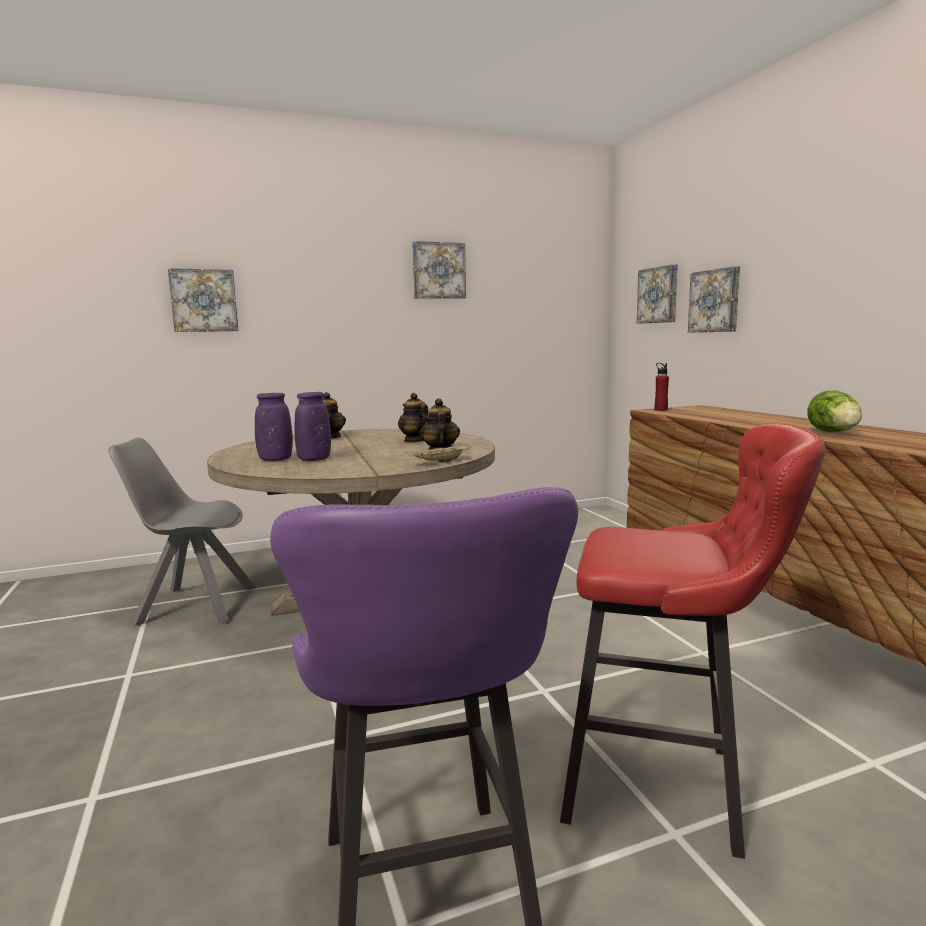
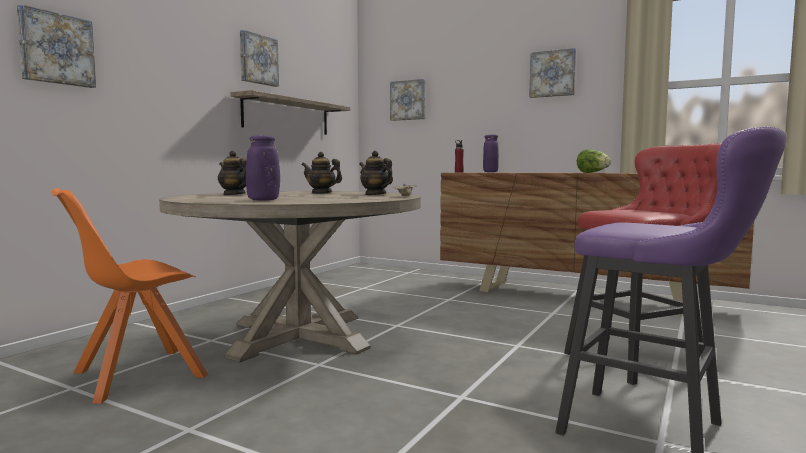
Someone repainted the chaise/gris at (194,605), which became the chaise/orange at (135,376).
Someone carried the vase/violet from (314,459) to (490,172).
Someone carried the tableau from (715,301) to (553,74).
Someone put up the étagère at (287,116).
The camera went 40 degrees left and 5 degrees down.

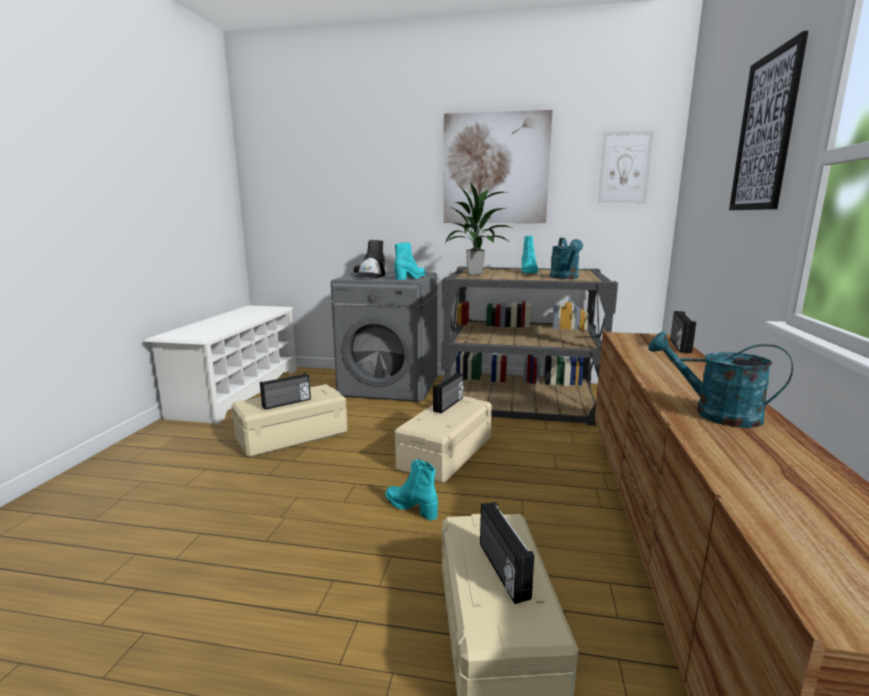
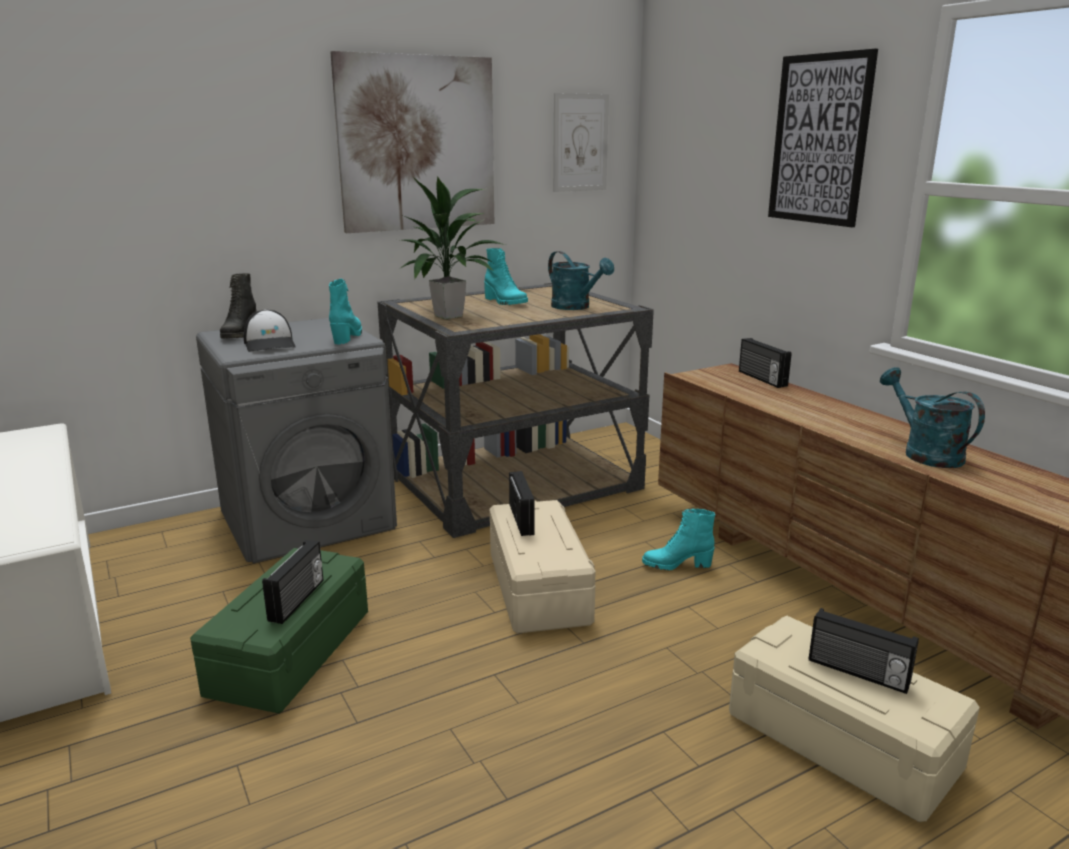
Someone repainted the boîte de rangement/beige at (292,435), which became the boîte de rangement/vert at (289,652).
Someone carried the botte/turquoise from (411,507) to (676,565).
Someone rotated the arrosoir/turquoise at (714,413) by 75 degrees clockwise.
The camera went 40 degrees left and 5 degrees up.

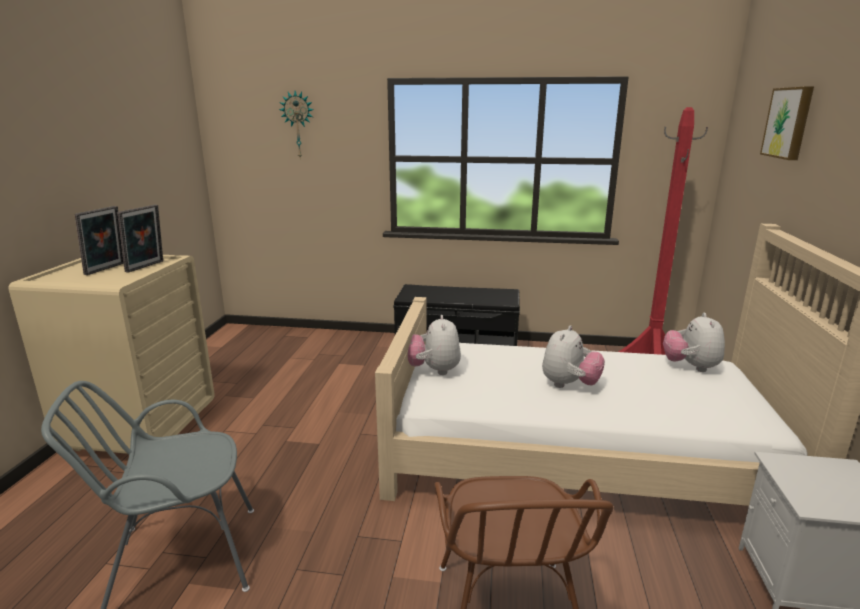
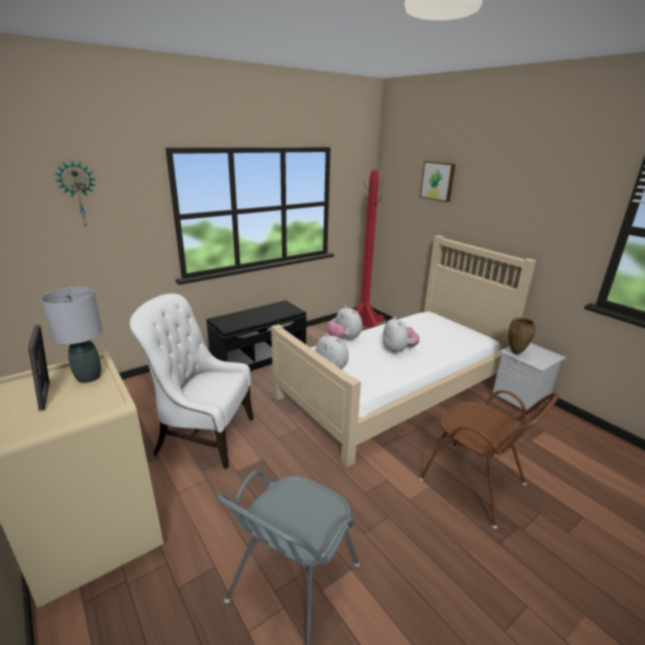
Someone swapped the cadre photo at (147,266) for the lampe de table/gris at (88,377).
Someone carried the peluche from (690,367) to (344,339).
Someone put down the chaise/blanc at (204,436).
Someone put down the vase/marron at (515,353).
The camera went 45 degrees left and 5 degrees up.

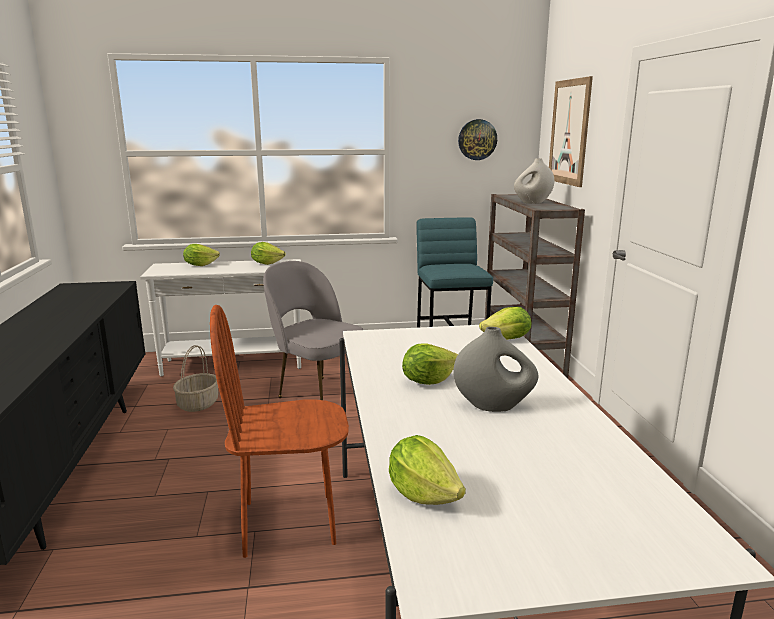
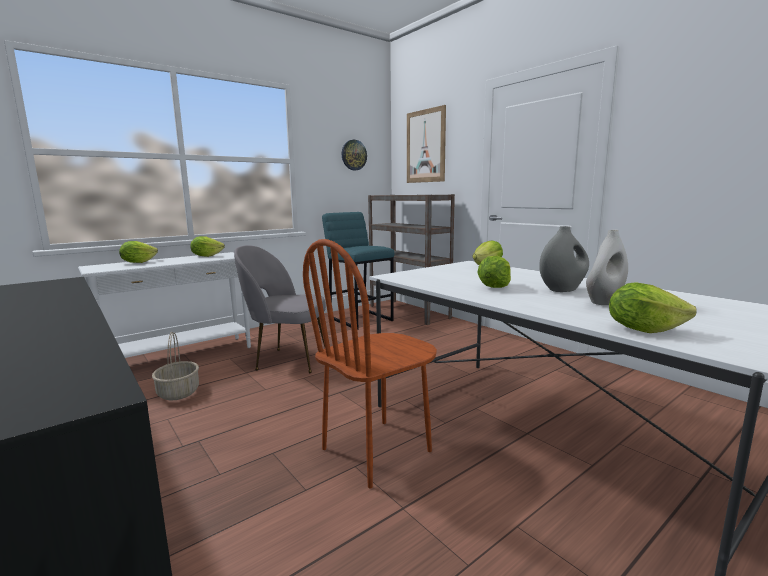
Someone carried the vase/blanc from (532,202) to (604,302).
The camera went 30 degrees left and 5 degrees down.

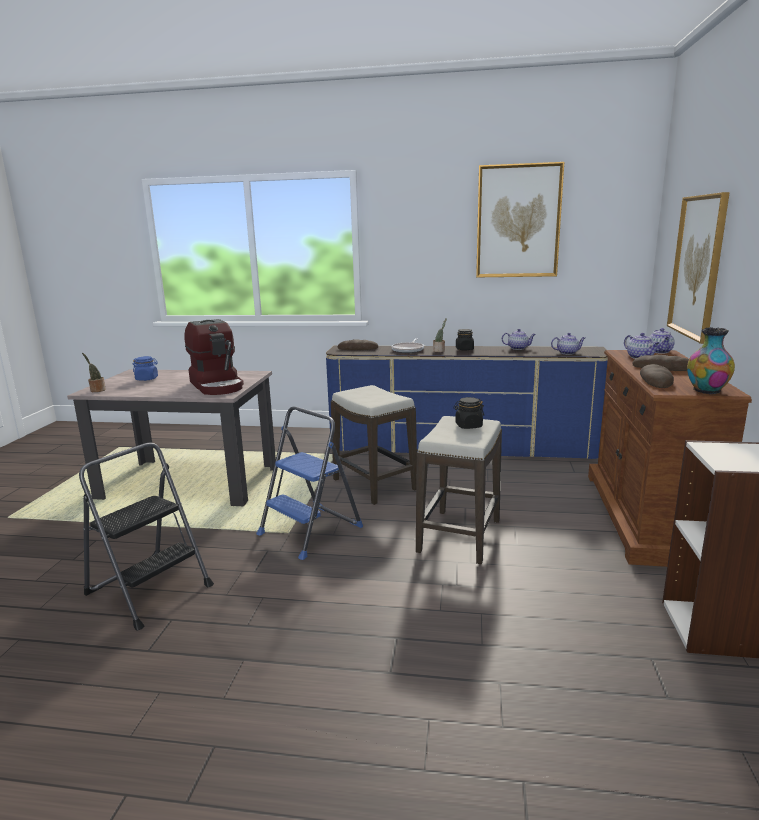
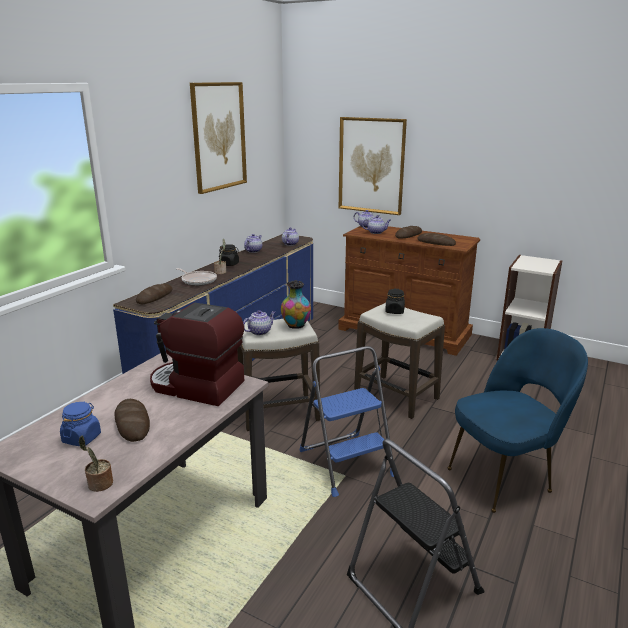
Someone rotated the machine à café at (218,385) by 150 degrees counterclockwise.
Someone carried the vase from (706,391) to (296,326).
Someone put down the pain at (132,423).
Someone put down the théière at (260,332).
Someone put down the chaise/bleu at (505,478).
The camera went 70 degrees left and 5 degrees up.

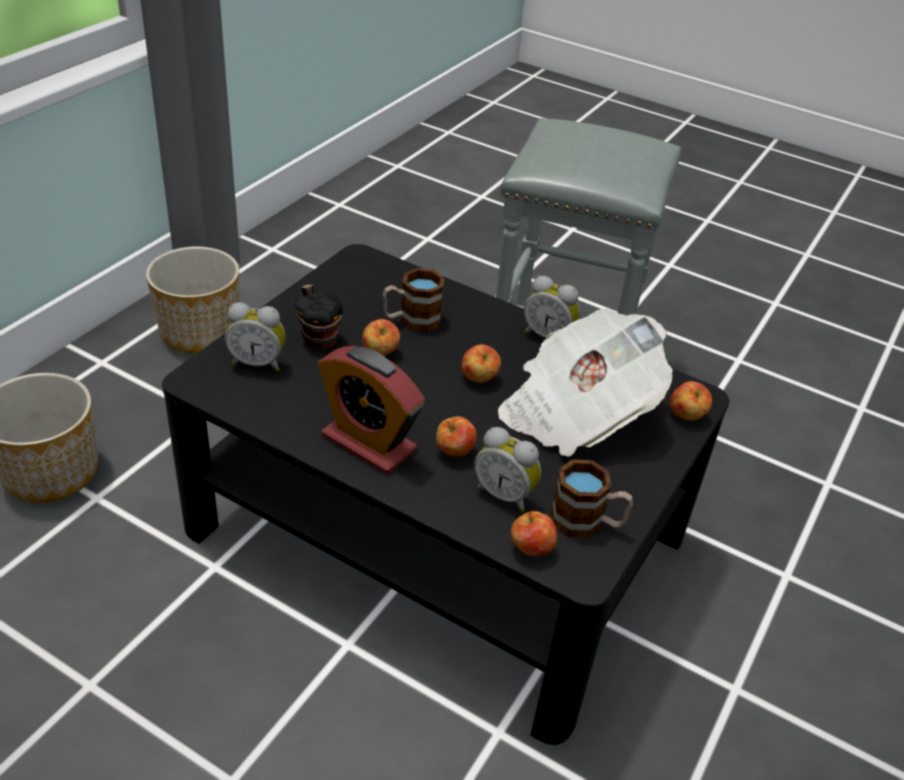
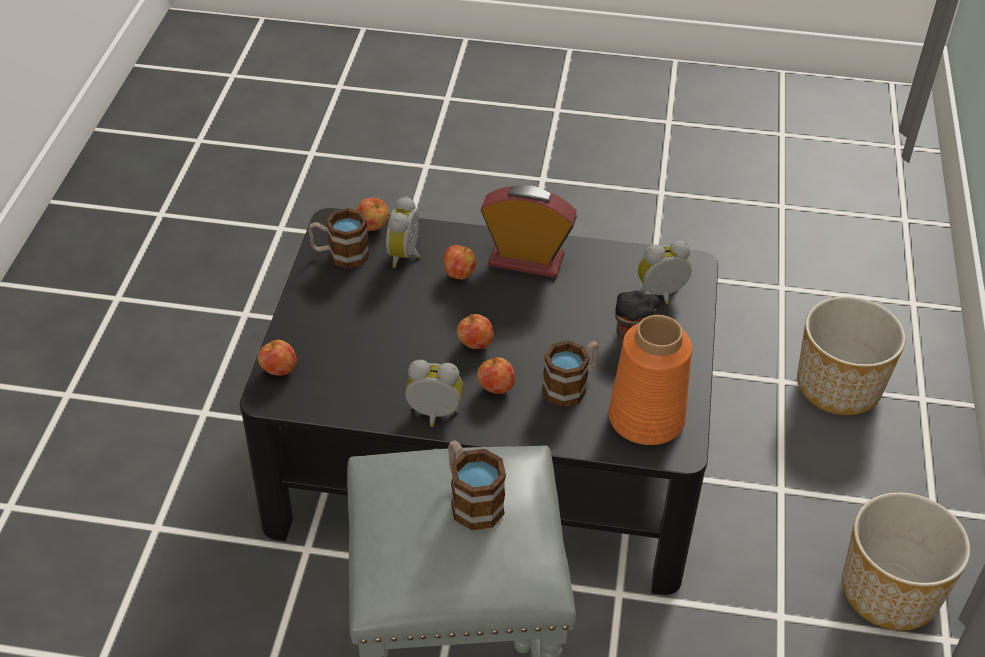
Someone carried the pomme from (380,353) to (495,388).
Someone rotated the réveil at (505,494) by 90 degrees counterclockwise.
Someone took away the journal at (576,412).
Someone put down the mug at (471,499).
Someone put down the vase/orange at (647,419).
The camera went 160 degrees right and 5 degrees up.

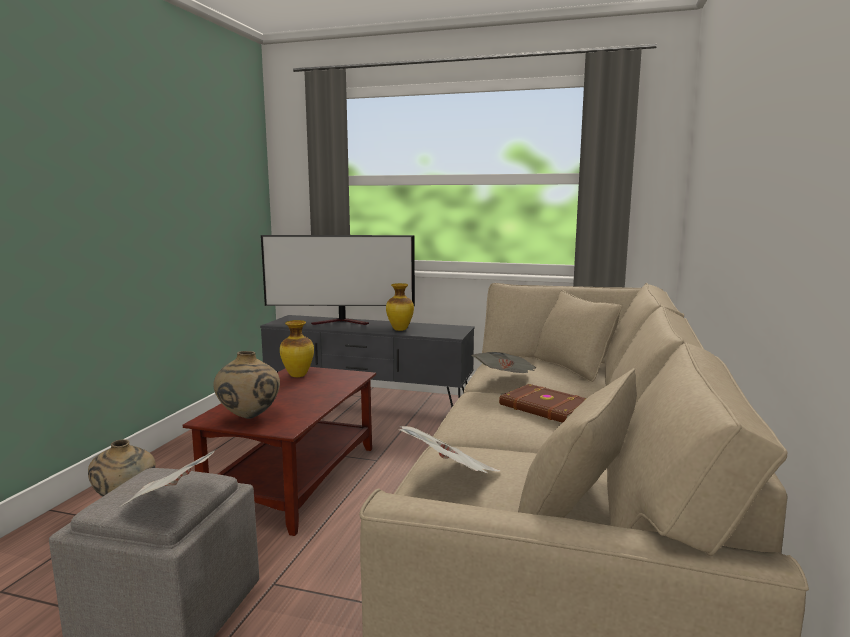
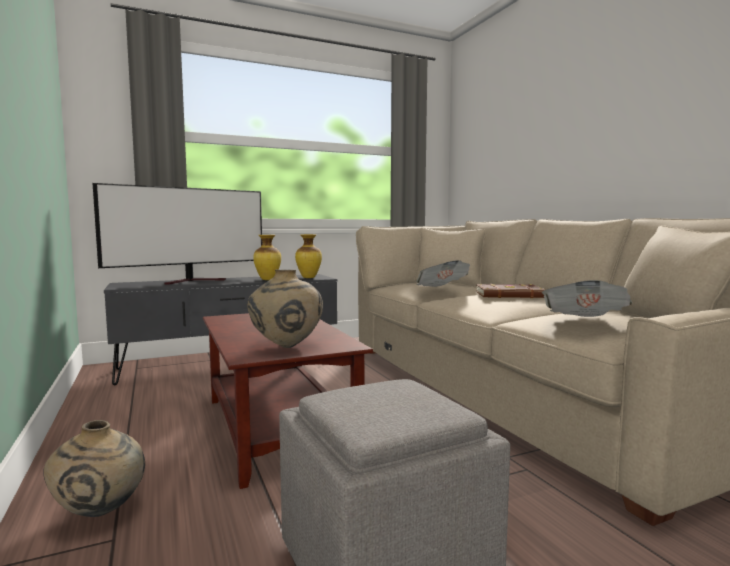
Someone took away the journal at (171,502).
Someone carried the vase from (298,375) to (309,277).
The camera went 40 degrees left and 5 degrees down.

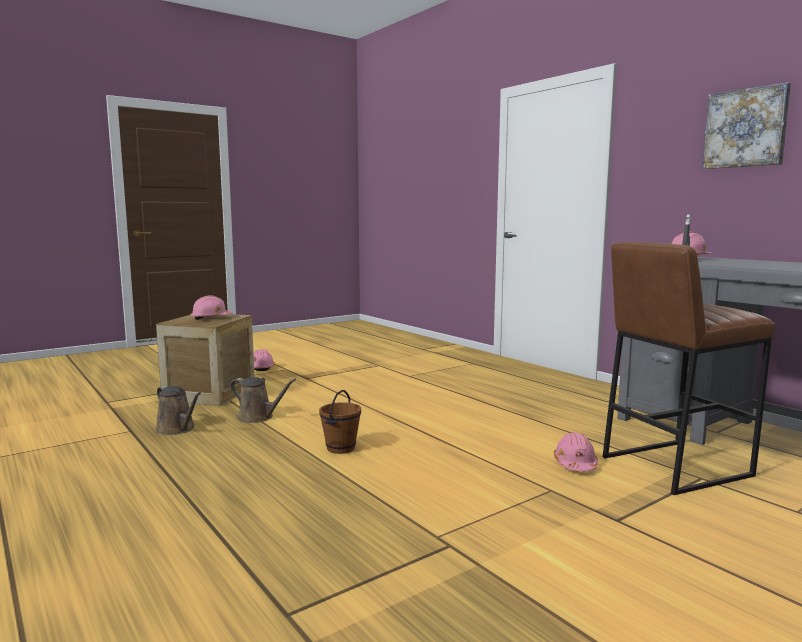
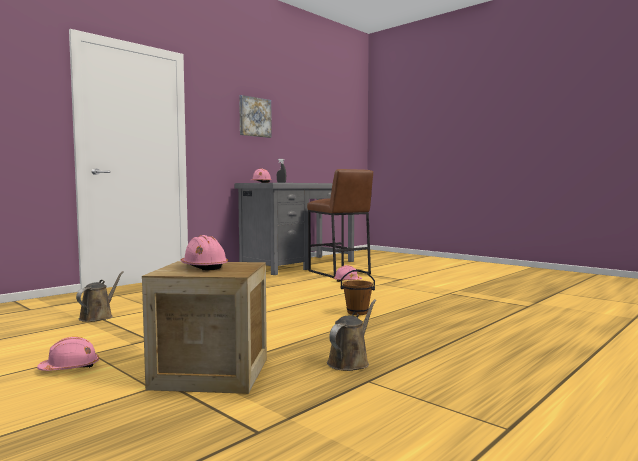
Someone carried the arrosoir/marron from (258,417) to (98,316).
The camera went 100 degrees left and 5 degrees down.

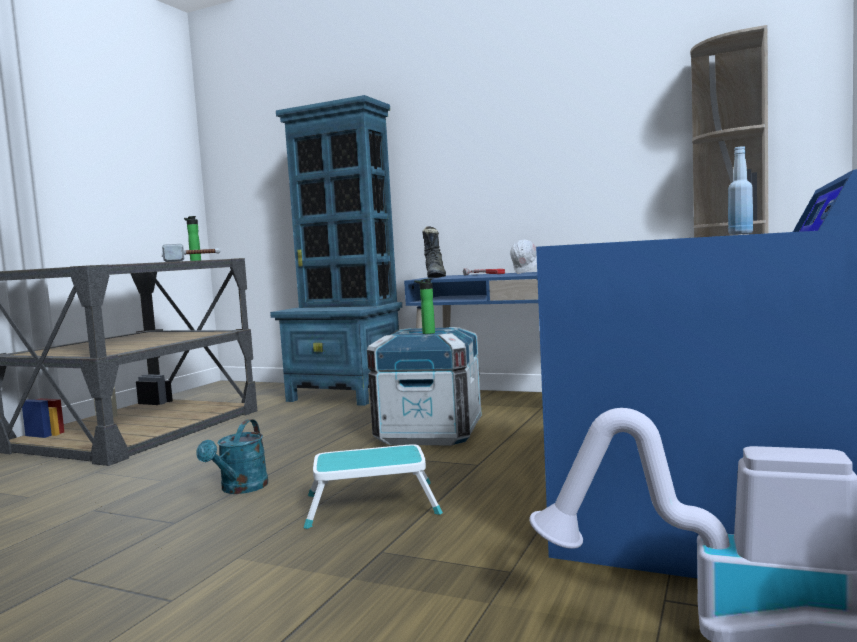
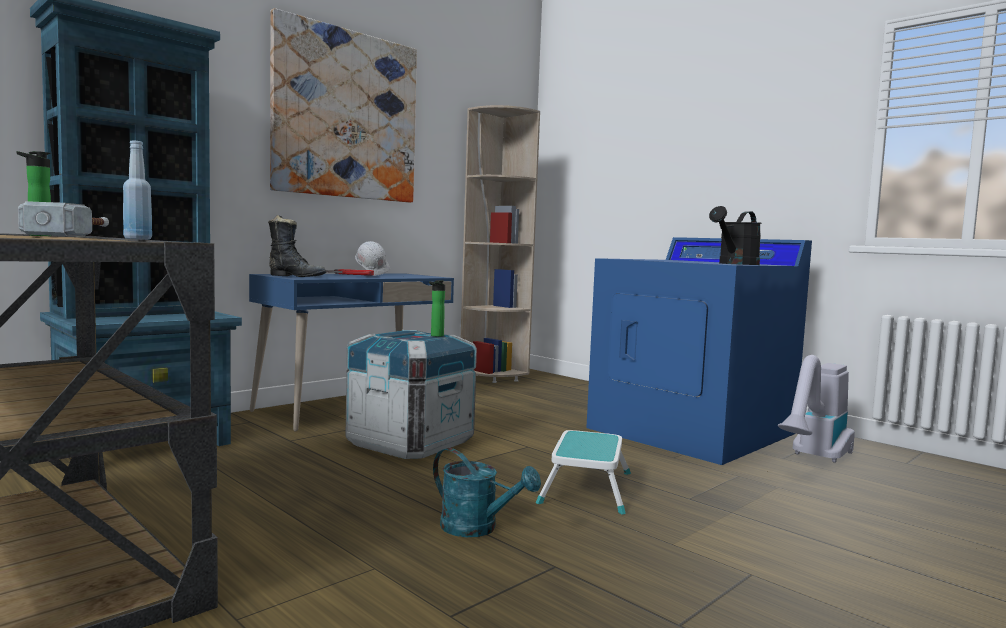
Someone carried the bouteille/bleu from (740,234) to (138,239).
Someone put up the tableau at (346,115).
Someone put down the arrosoir/noir at (735,264).
The camera went 70 degrees left and 0 degrees up.

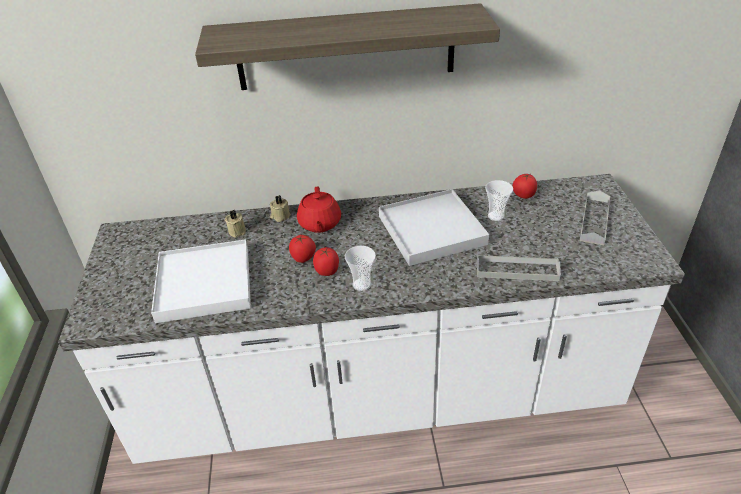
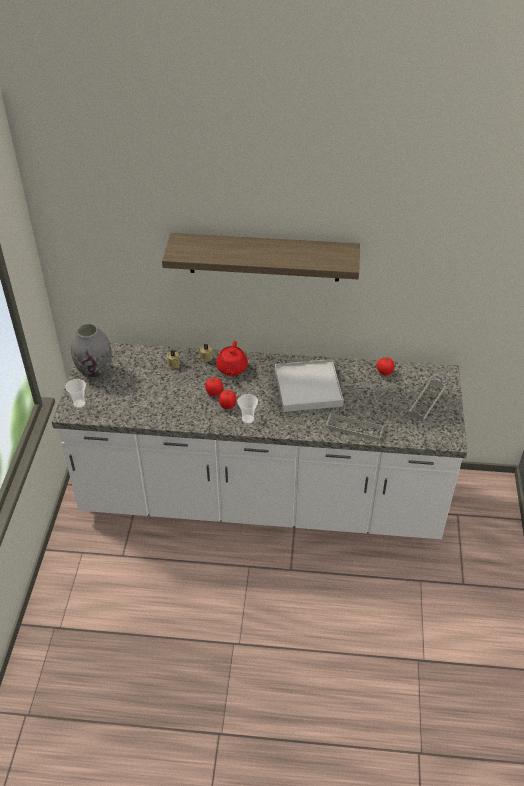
Someone took away the plateau/blanc at (204,284).
Someone carried the tasse from (496,216) to (79,404).
Someone put down the vase/gris at (95,371).
The camera went 10 degrees right and 5 degrees up.

